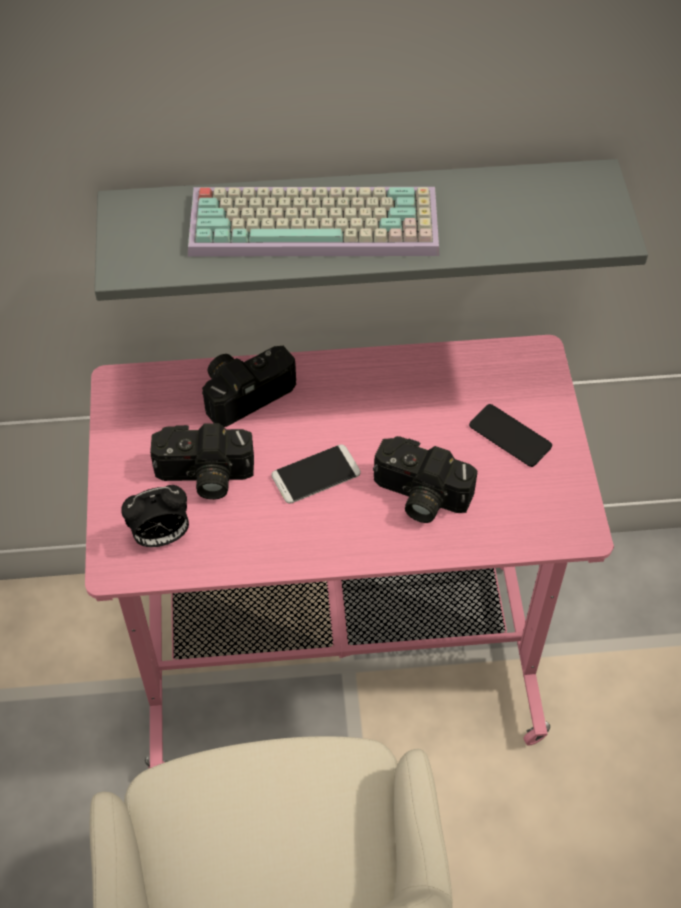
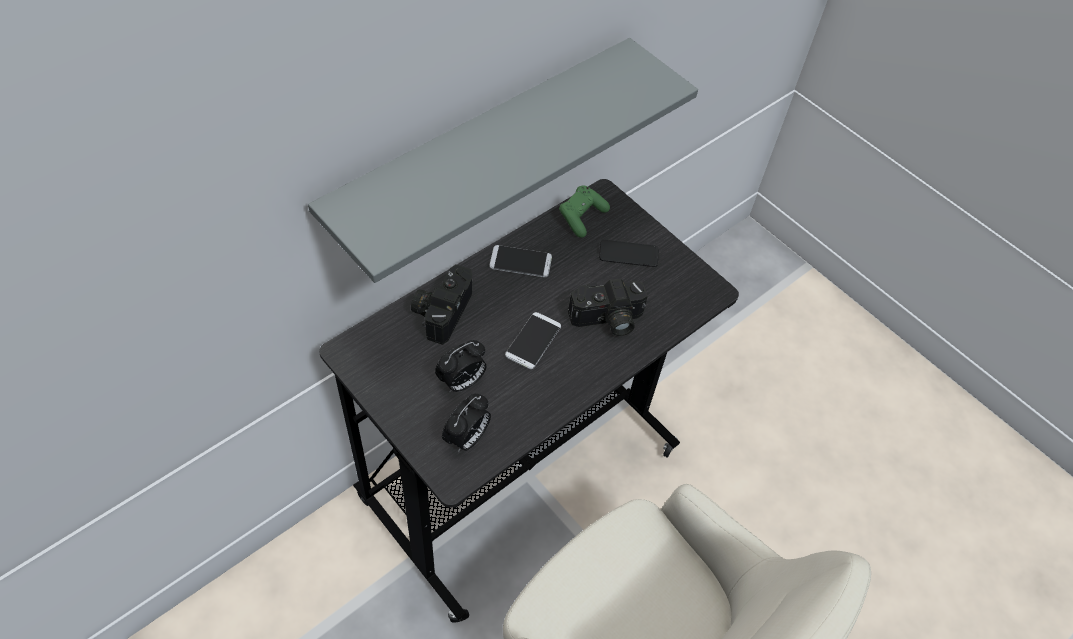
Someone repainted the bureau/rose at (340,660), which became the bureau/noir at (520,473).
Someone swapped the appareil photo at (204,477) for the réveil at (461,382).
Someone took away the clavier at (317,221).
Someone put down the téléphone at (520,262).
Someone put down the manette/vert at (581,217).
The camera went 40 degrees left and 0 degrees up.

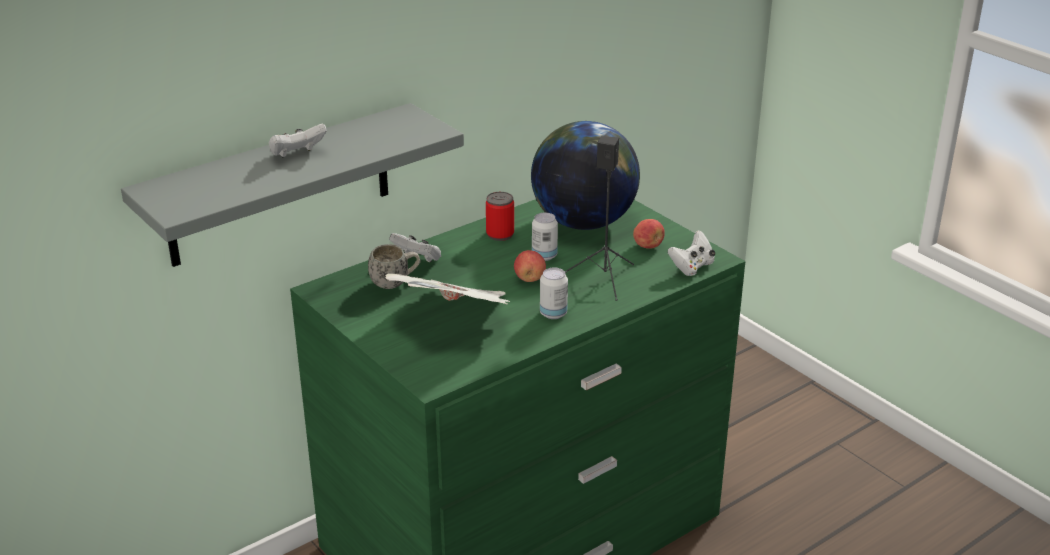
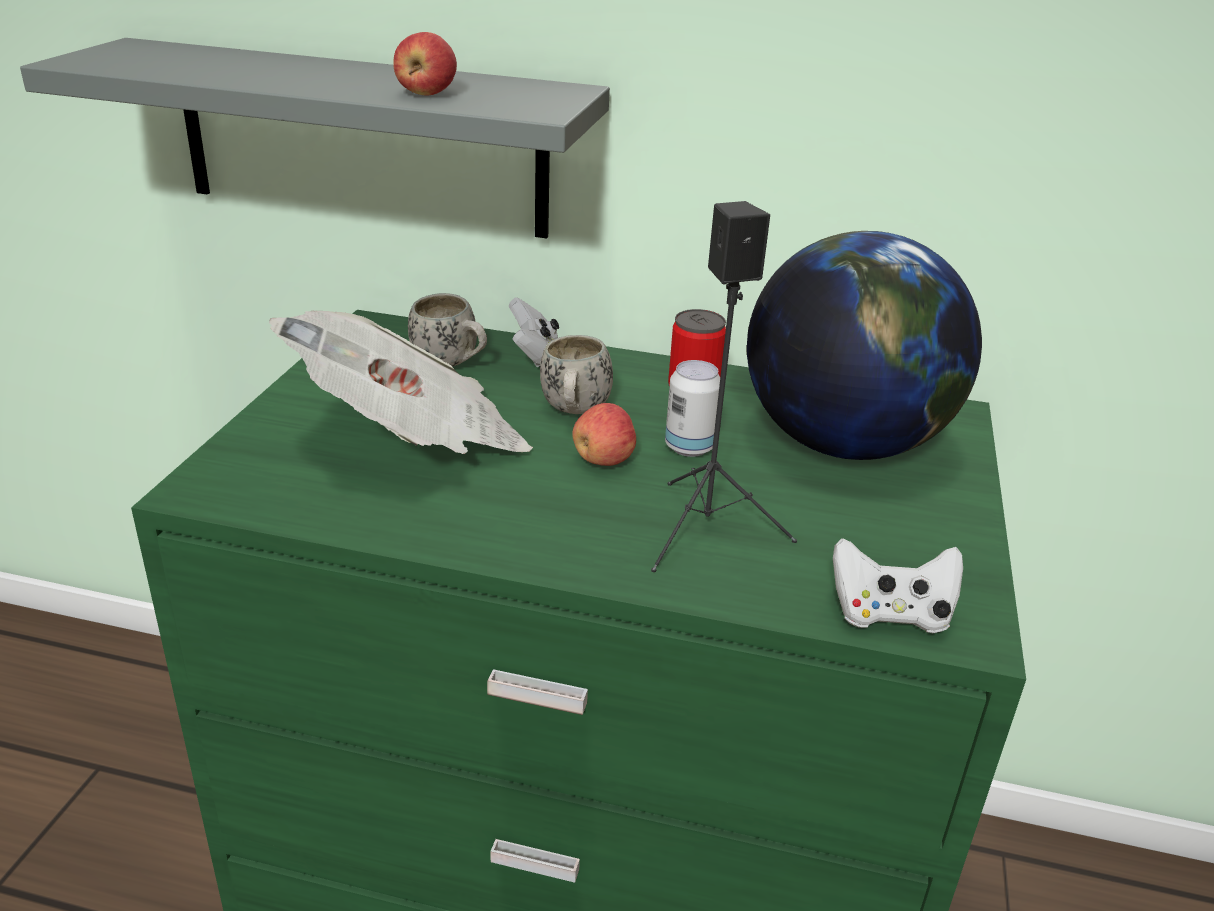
Someone took away the manette/blanc at (297,154).
Someone took away the boîte métallique at (553,314).
Someone carried the pomme from (648,246) to (426,94).
Someone put down the mug/blanc at (574,413).
The camera went 50 degrees right and 0 degrees up.

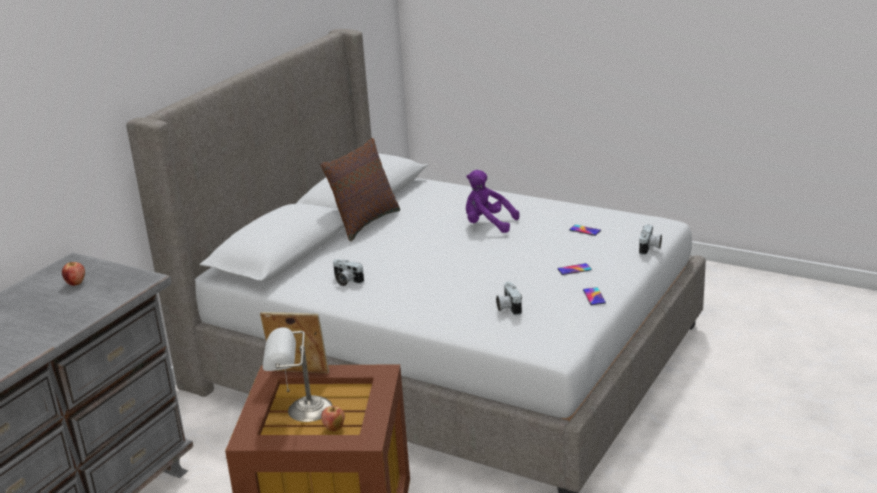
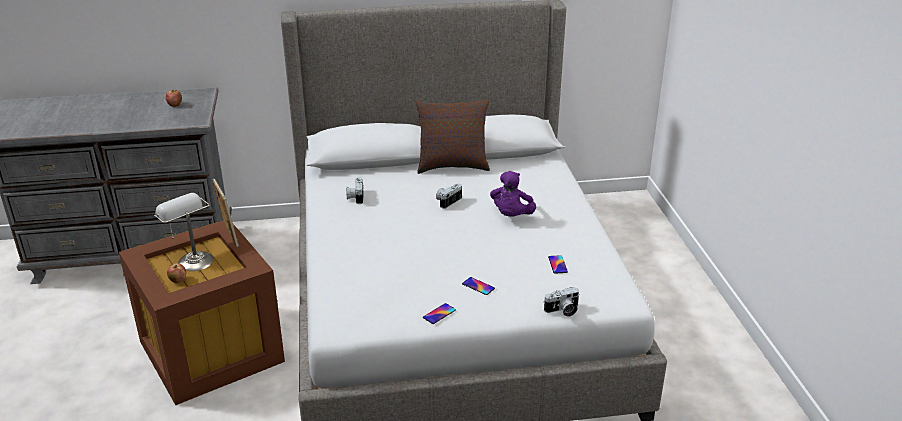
Someone rotated the peluche/violet at (487,224) by 150 degrees counterclockwise.
Someone carried the appareil photo from (508,307) to (448,201).
The camera went 50 degrees right and 5 degrees up.

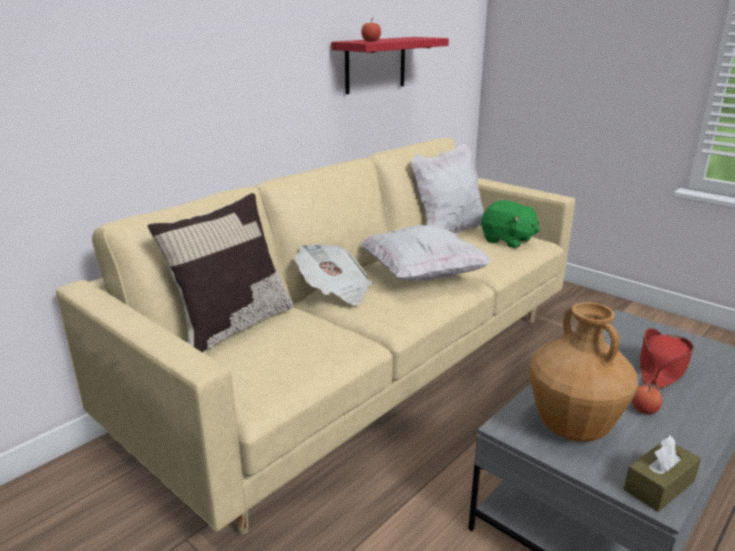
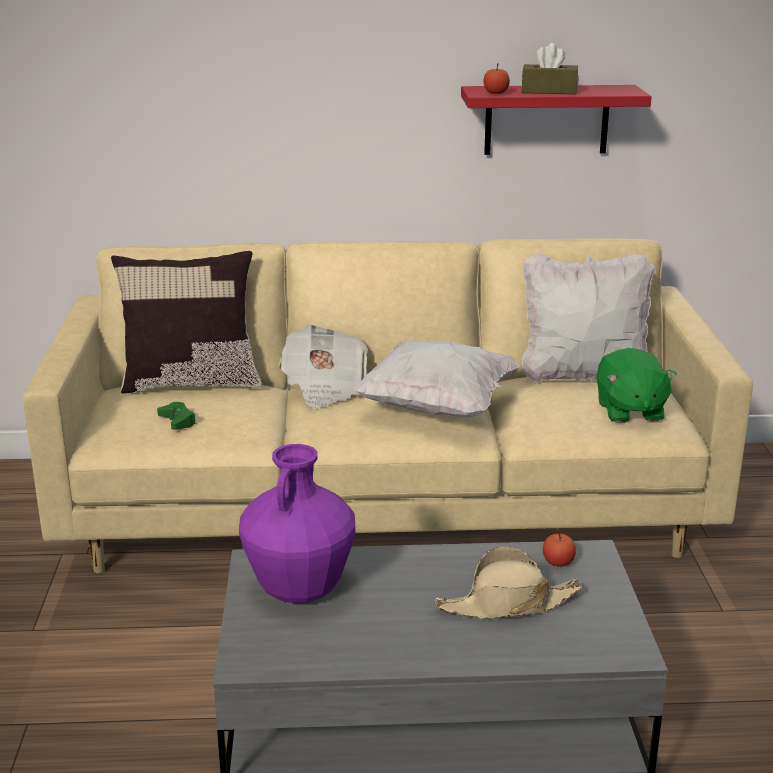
Someone repainted the vase/marron at (572,428), which became the vase/violet at (300,590).
Someone carried the boîte à mouchoirs/marron from (659,485) to (549,91).
Someone carried the pomme from (644,410) to (558,562).
Someone repainted the chapeau/rouge at (661,367), which became the chapeau/beige at (507,604).
Someone put down the manette/vert at (177,421).
The camera went 45 degrees right and 0 degrees up.

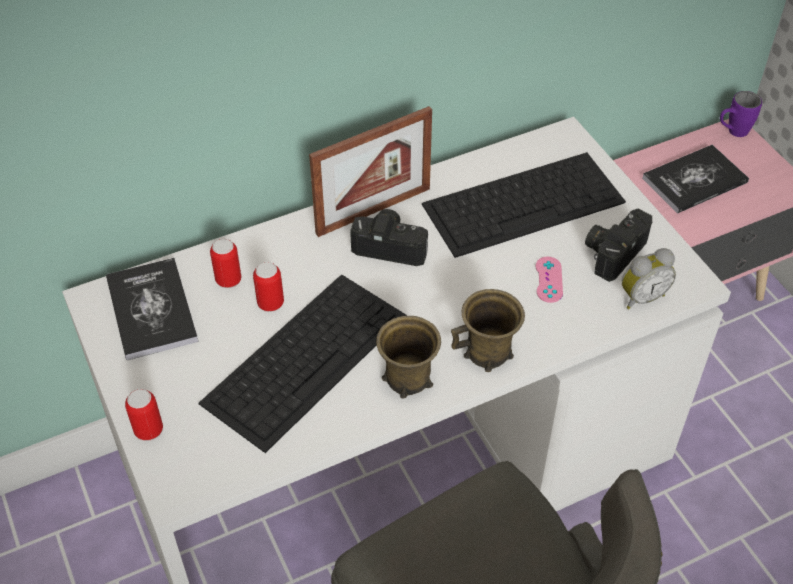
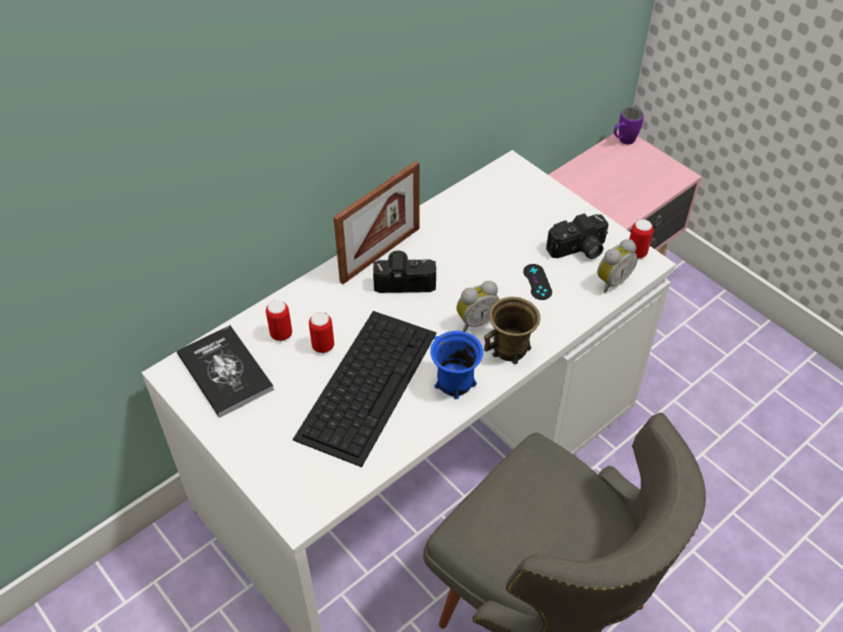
Someone carried the boîte métallique from (149,430) to (636,253).
Someone repainted the mug/marron at (407,379), which became the mug/bleu at (454,383).
Someone took away the clavier at (524,202).
Someone repainted the manette/rose at (549,279), which became the manette/noir at (537,282).
Someone rotated the appareil photo at (613,251) by 135 degrees counterclockwise.
Someone took away the livre at (694,180).
Someone put down the réveil at (476,321).
The camera went 15 degrees left and 0 degrees up.

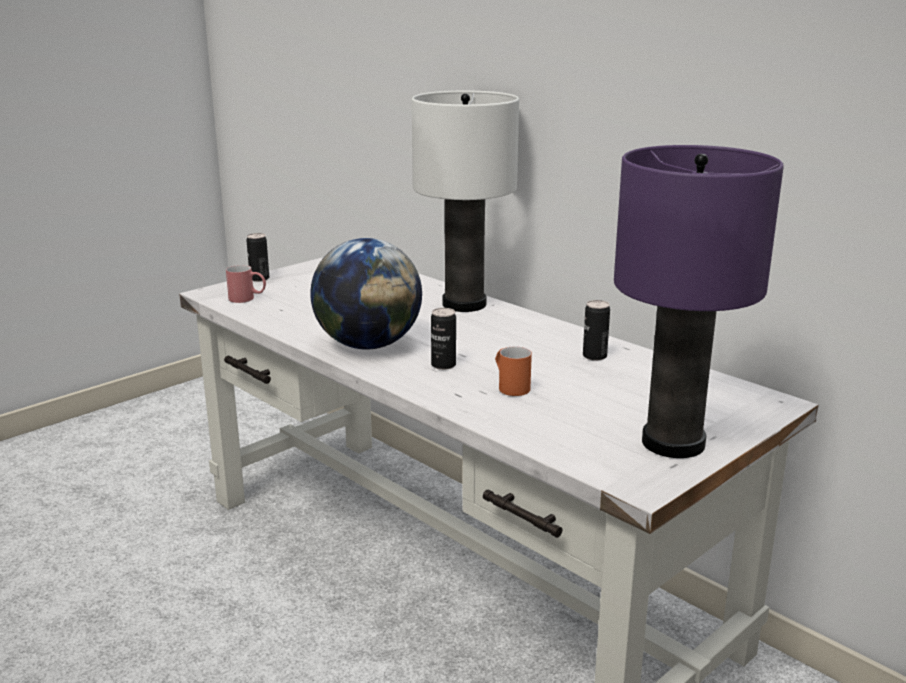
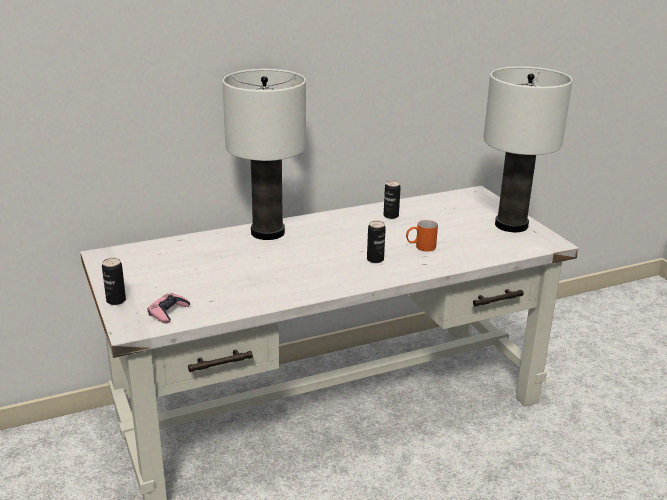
Someone swapped the mug/rouge at (247,299) for the manette/rose at (168,312).
Someone took away the globe at (368,345).
Someone repainted the lampe de table/violet at (674,443), which became the lampe de table/blanc at (512,225).
The camera went 70 degrees left and 5 degrees up.

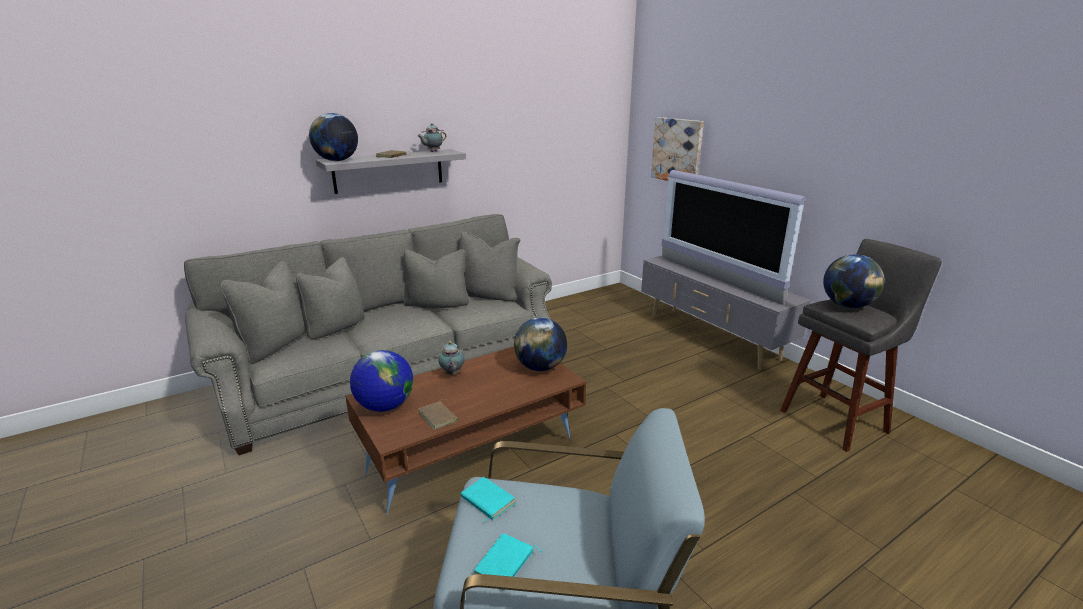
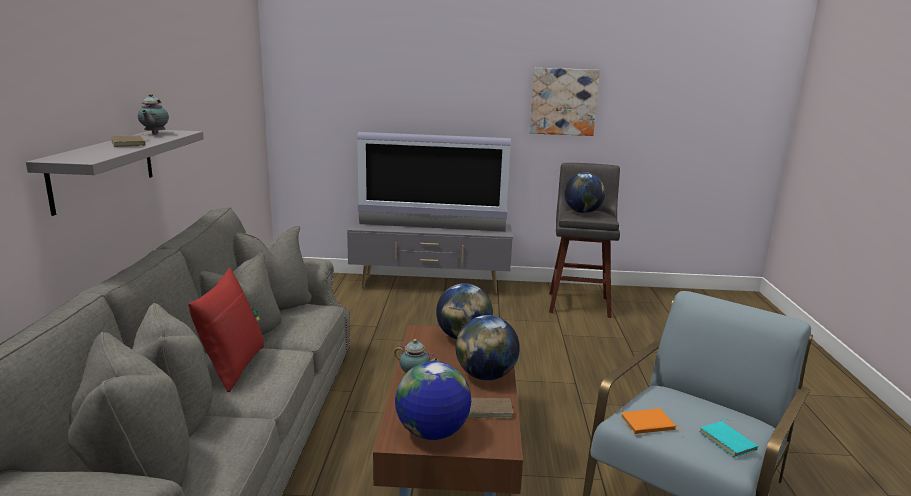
Someone carried the globe from (337,161) to (485,376).
Someone repainted the livre/turquoise at (486,501), which became the livre/orange at (648,425).
Someone carried the tableau from (677,150) to (563,101).
Someone put down the coussin/rouge at (233,368).
The camera went 55 degrees left and 5 degrees down.

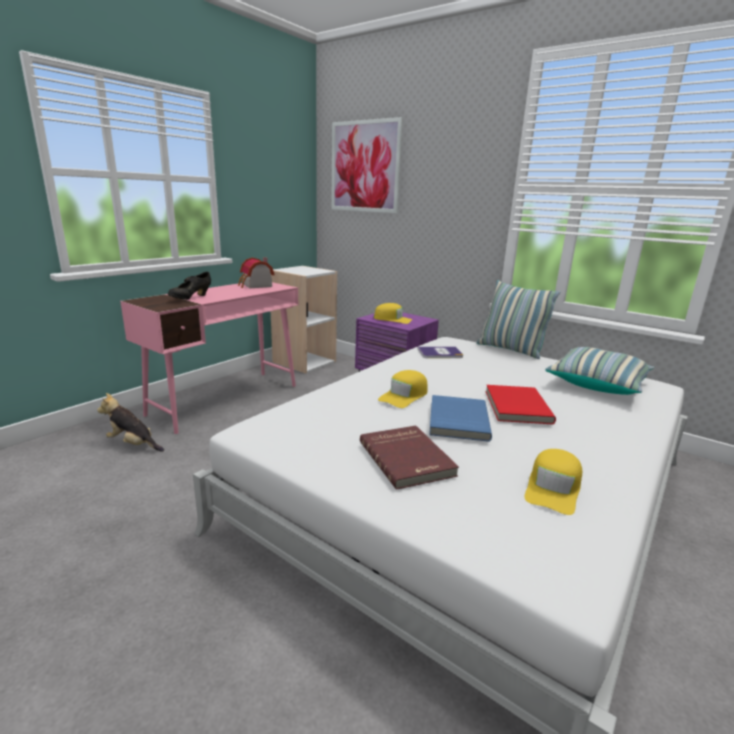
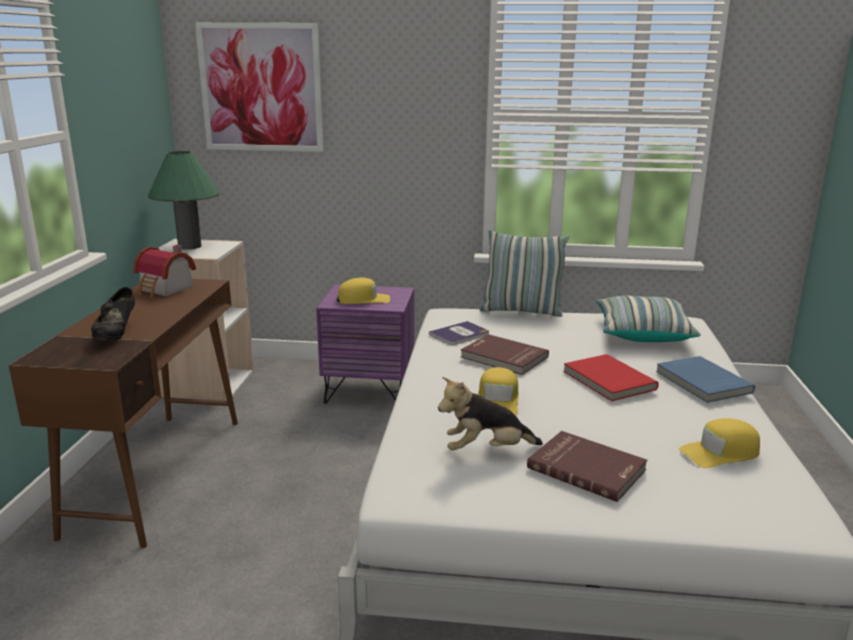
Someone carried the peluche from (133,444) to (486,450).
Someone repainted the bureau/rose at (226,399), which became the bureau/marron at (158,473).
Someone carried the livre/bleu from (457,420) to (701,382).
Someone rotated the casquette/jaune at (553,488) by 75 degrees clockwise.
Someone put down the lampe de table/vert at (189,246).
Someone put down the livre/rouge at (503,358).
The camera went 30 degrees left and 0 degrees up.

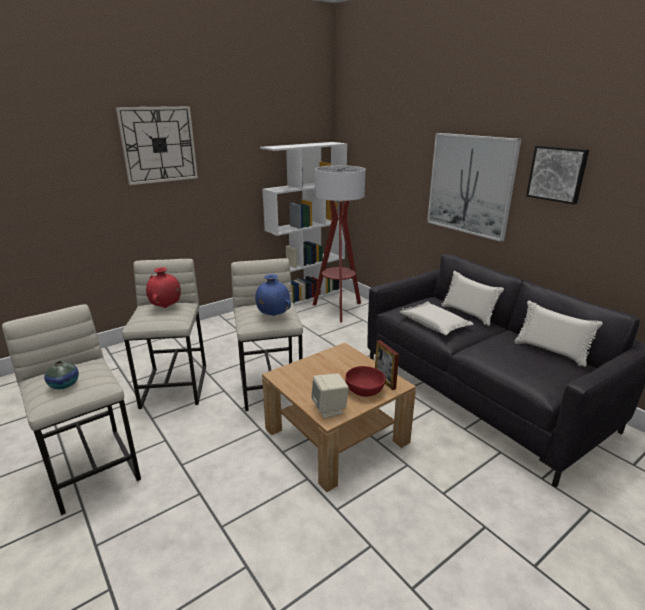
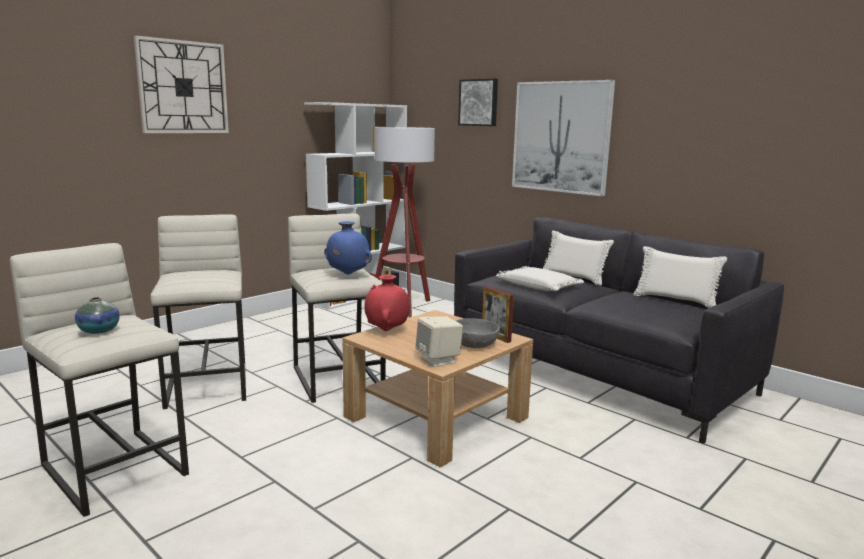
Someone carried the vase/rouge from (166,307) to (387,330).
Someone repainted the bol/rouge at (365,389), which became the bol/gris at (474,344).
Someone carried the tableau from (557,174) to (479,102).
The camera went 10 degrees left and 10 degrees down.

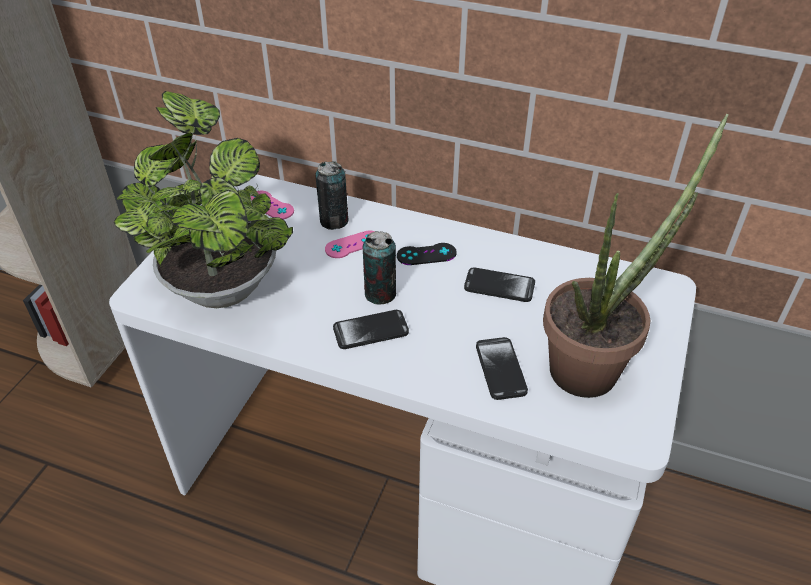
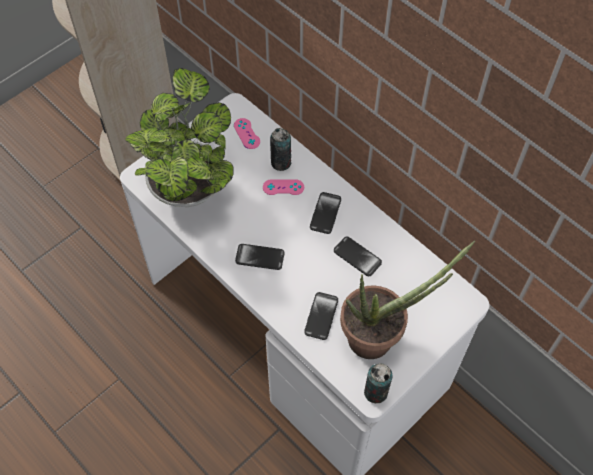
Someone carried the boîte métallique from (380,294) to (375,392).
Someone swapped the manette/noir at (426,254) for the téléphone at (325,213).
The camera went 25 degrees right and 15 degrees up.

